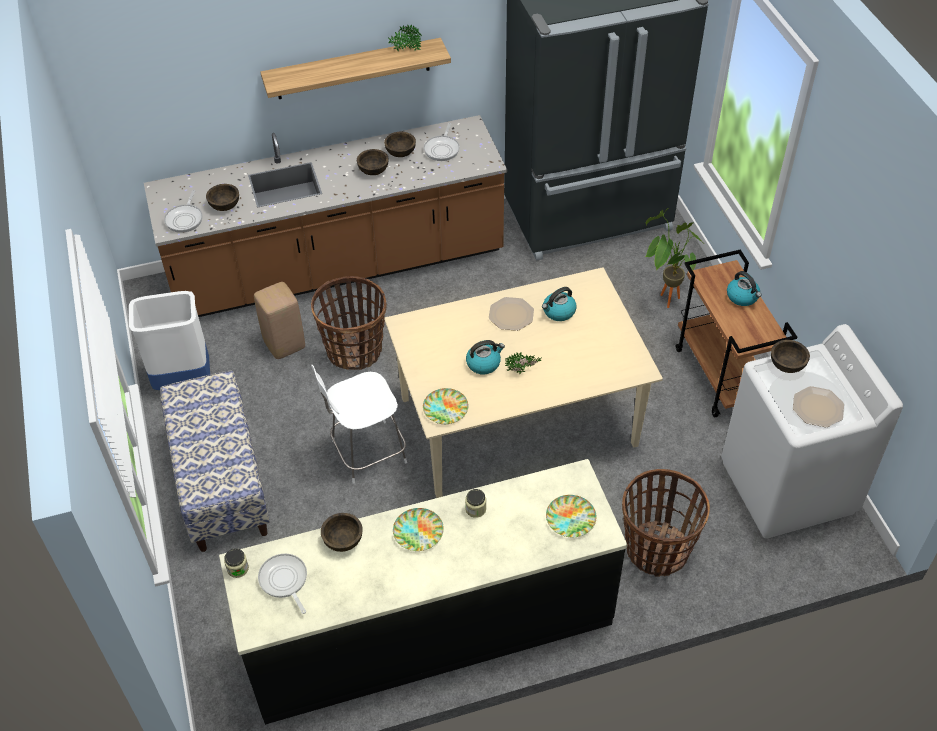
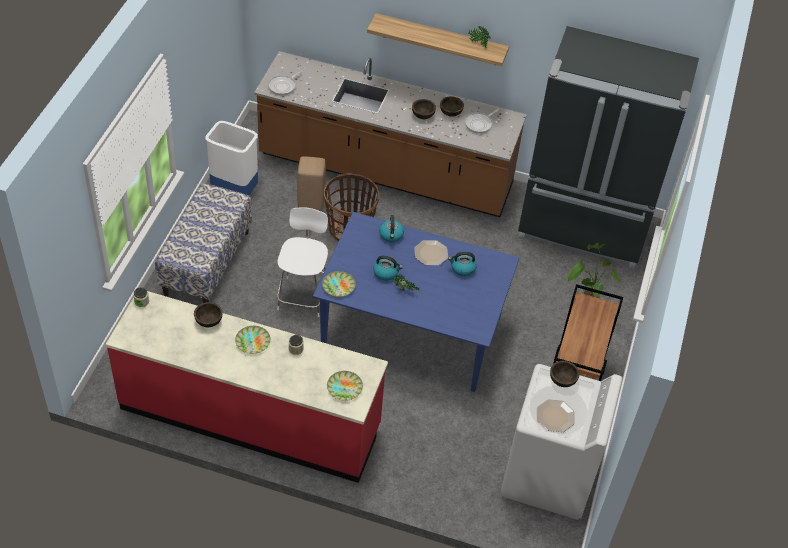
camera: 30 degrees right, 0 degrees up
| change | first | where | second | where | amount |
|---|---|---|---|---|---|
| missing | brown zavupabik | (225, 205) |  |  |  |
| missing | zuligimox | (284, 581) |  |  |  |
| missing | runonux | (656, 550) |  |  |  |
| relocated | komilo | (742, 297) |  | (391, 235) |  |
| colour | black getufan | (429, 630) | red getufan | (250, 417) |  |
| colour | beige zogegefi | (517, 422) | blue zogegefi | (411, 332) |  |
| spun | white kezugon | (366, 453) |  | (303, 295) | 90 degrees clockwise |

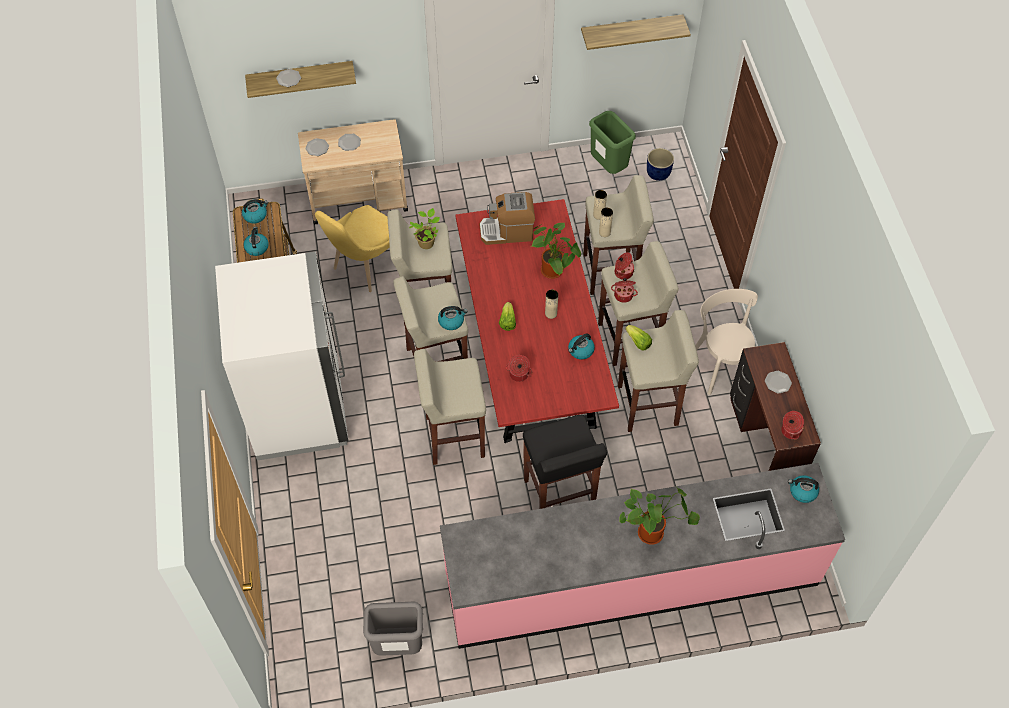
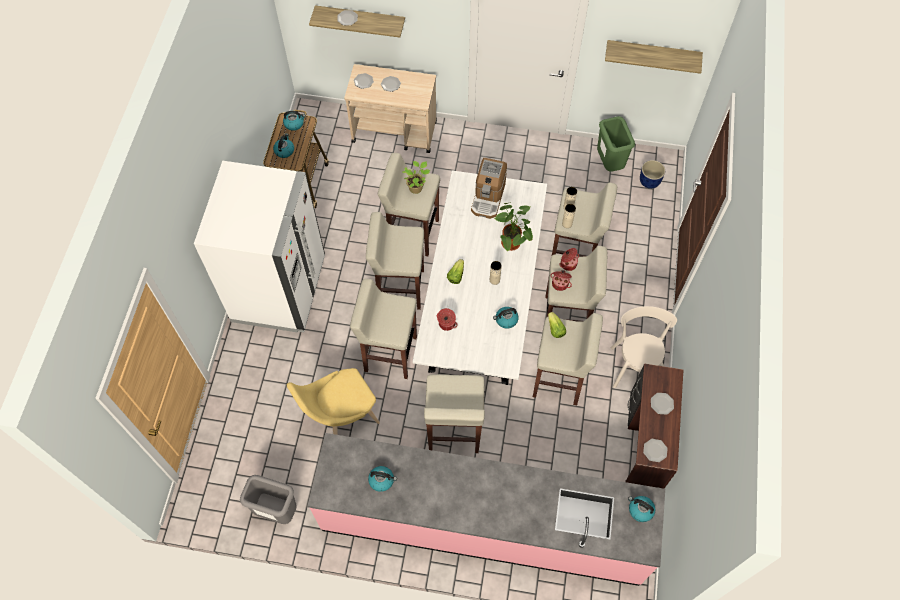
camera: 20 degrees right, 5 degrees up
| change | first | where | second | where | amount |
|---|---|---|---|---|---|
| missing | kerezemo | (653, 532) |  |  |  |
| relocated | yellow kezugon | (365, 267) |  | (341, 418) |  |
| relocated | komilo | (451, 321) |  | (382, 480) |  |
| exchanged | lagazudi | (790, 431) | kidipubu | (654, 451) |  |
| colour | red zogegefi | (532, 352) | white zogegefi | (481, 303) |  |
| colour | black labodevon | (559, 495) | beige labodevon | (454, 431) |  |
| spun | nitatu | (507, 231) |  | (488, 197) | 90 degrees counterclockwise |

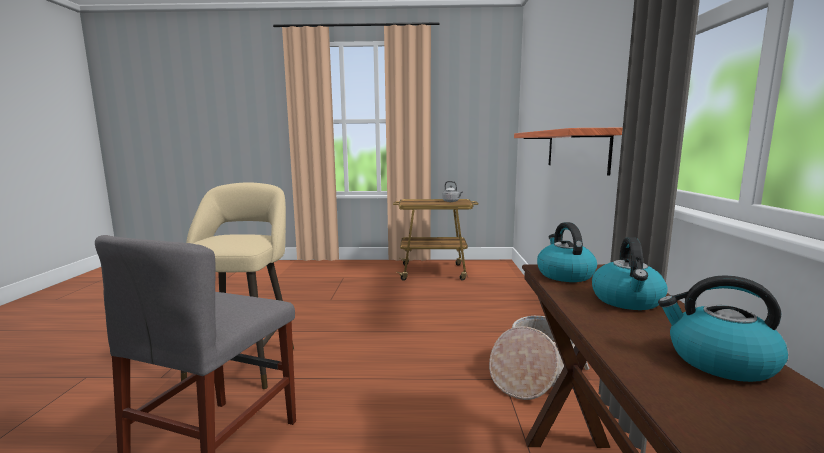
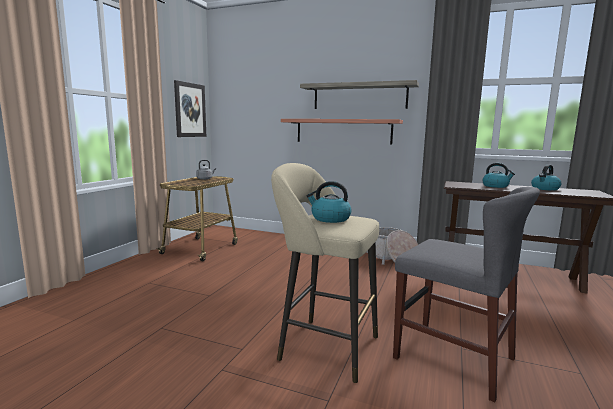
camera: 70 degrees left, 0 degrees up
| change | first | where | second | where | amount |
|---|---|---|---|---|---|
| appeared |  |  | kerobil | (190, 110) |  |
| appeared |  |  | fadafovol | (359, 96) |  |
| relocated | komilo | (564, 274) |  | (330, 219) |  |

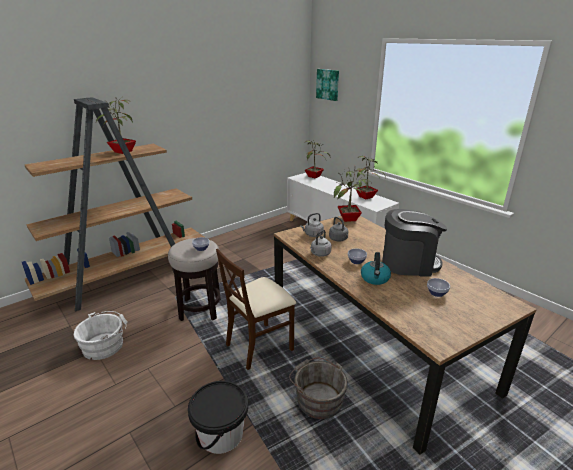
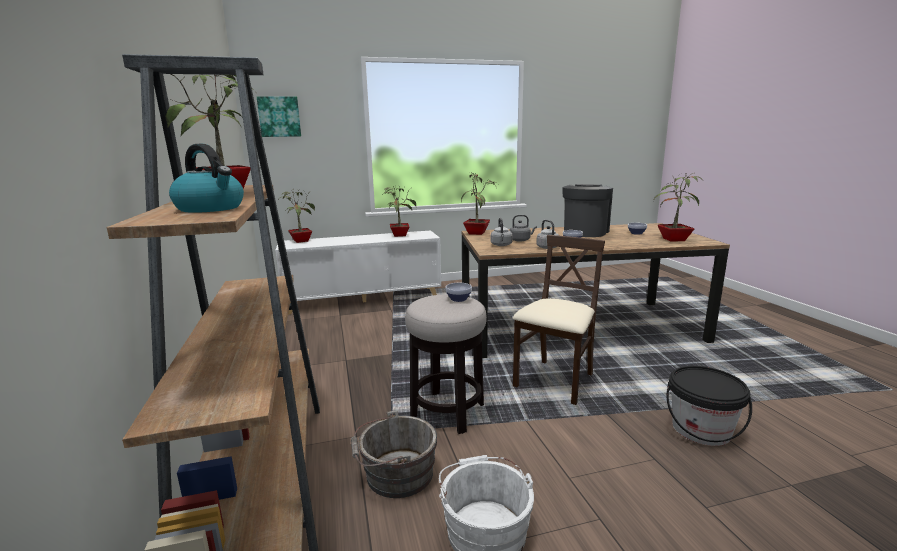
camera: 65 degrees left, 10 degrees down
| change | first | where | second | where | amount |
|---|---|---|---|---|---|
| appeared |  |  | kerezemo | (672, 240) |  |
| relocated | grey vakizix | (317, 399) |  | (395, 475) |  |
| relocated | komilo | (375, 279) |  | (211, 208) |  |
| spun | beige kezugon | (259, 346) |  | (555, 382) | 135 degrees counterclockwise |

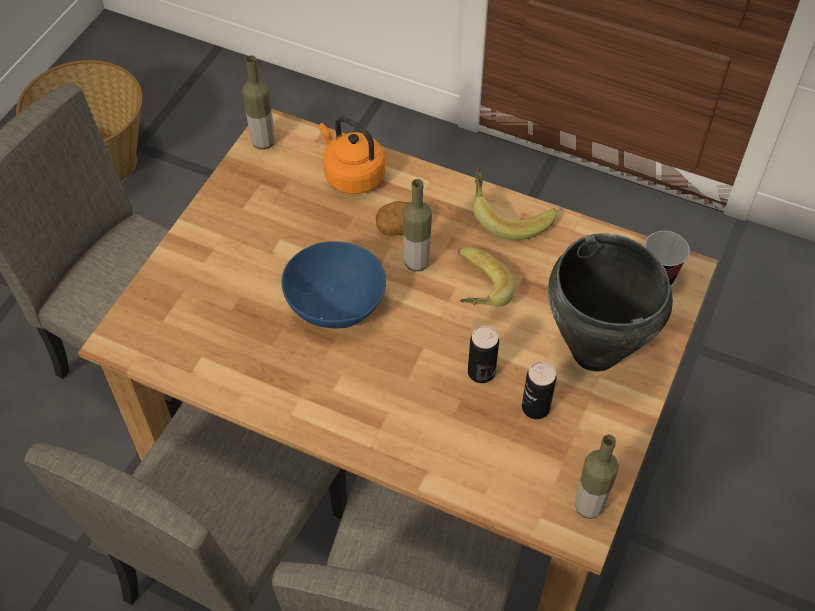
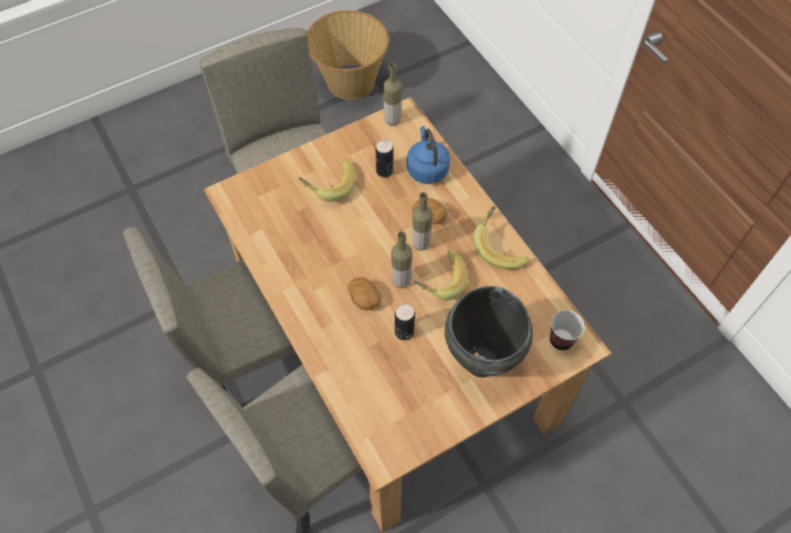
camera: 35 degrees right, 5 degrees up
| change | first | where | second | where | amount |
|---|---|---|---|---|---|
| missing | blue zavupabik | (335, 303) |  |  |  |
| appeared |  |  | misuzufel | (328, 186) |  |
| appeared |  |  | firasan | (364, 298) |  |
| relocated | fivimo | (535, 407) |  | (384, 171) |  |
| relocated | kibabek | (588, 506) |  | (401, 280) |  |
| colour | orange komilo | (352, 175) | blue komilo | (427, 168) |  |

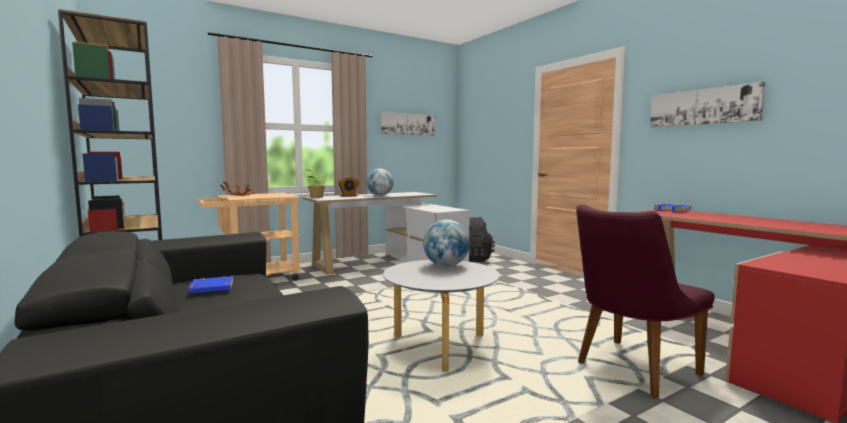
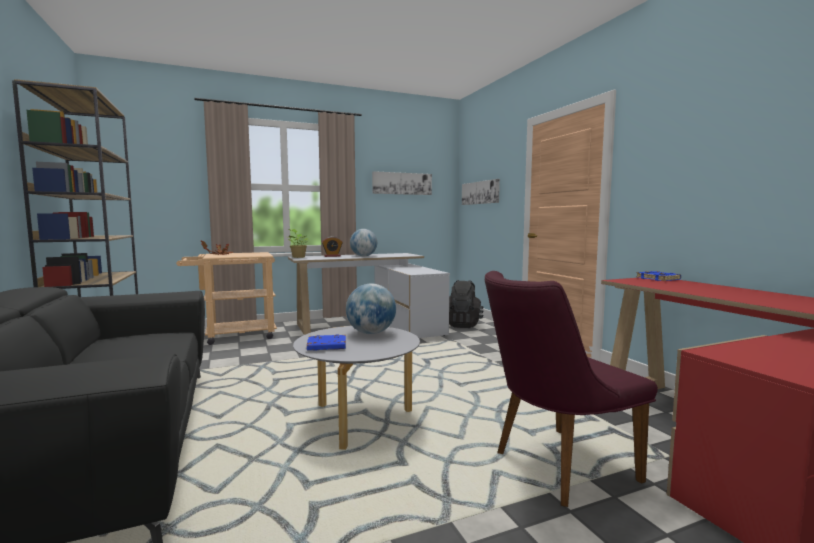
camera: 10 degrees right, 0 degrees up
| change | first | where | second | where | amount |
|---|---|---|---|---|---|
| relocated | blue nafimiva | (211, 289) |  | (326, 346) |  |
| relocated | kerobil | (703, 107) |  | (480, 192) |  |

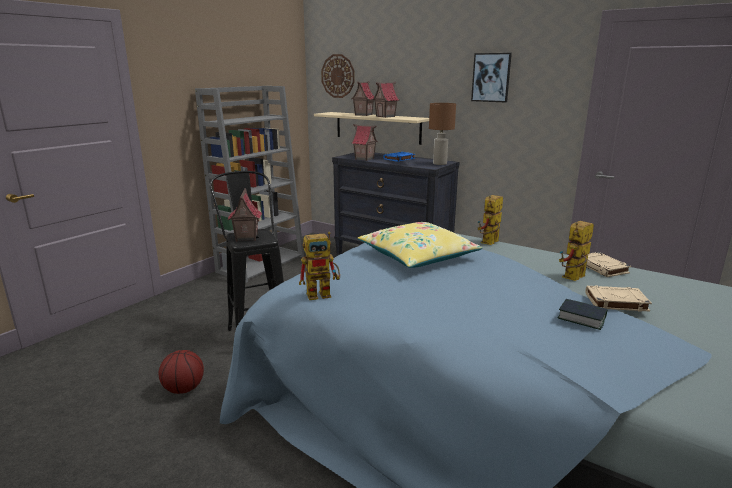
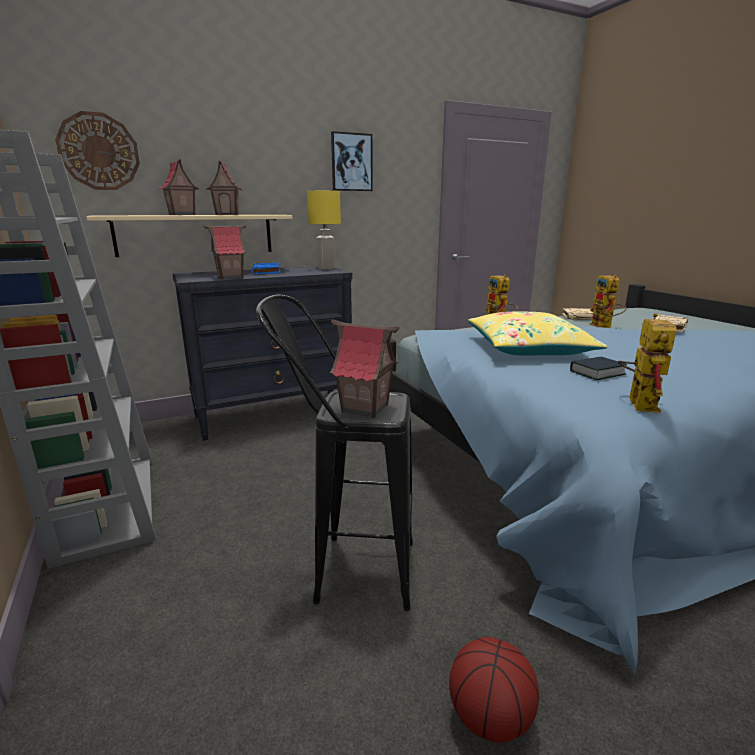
camera: 60 degrees left, 0 degrees up
| change | first | where | second | where | amount |
|---|---|---|---|---|---|
| relocated | nafimiva | (581, 318) |  | (597, 373) |  |
| colour | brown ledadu | (439, 164) | yellow ledadu | (326, 268) |  |

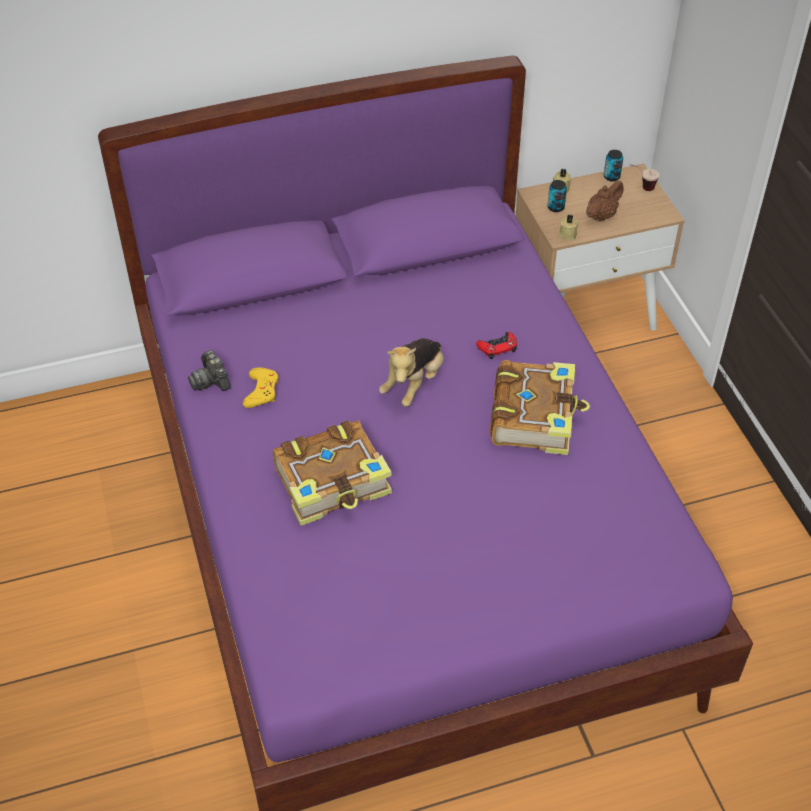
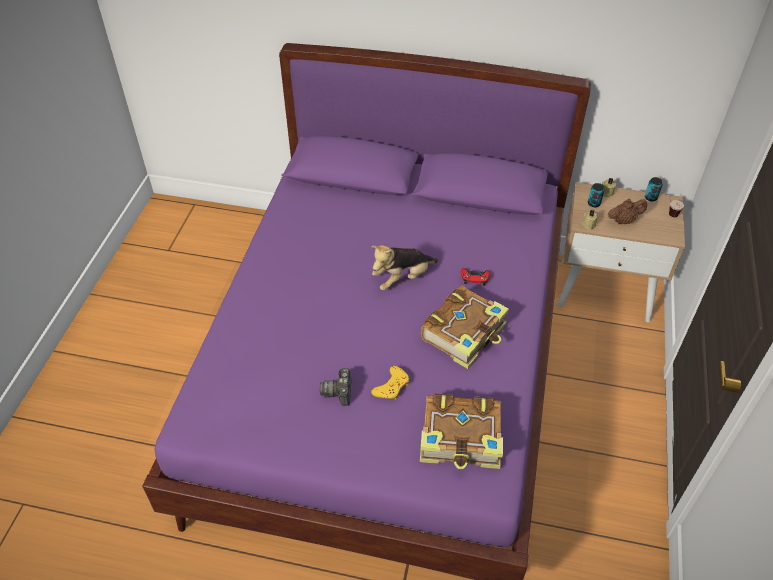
camera: 30 degrees right, 0 degrees up
| change | first | where | second | where | amount |
|---|---|---|---|---|---|
| relocated | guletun | (211, 380) |  | (339, 392) |  |
| relocated | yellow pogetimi | (261, 391) |  | (392, 386) |  |
| relocated | nafimiva | (333, 483) |  | (461, 439) |  |

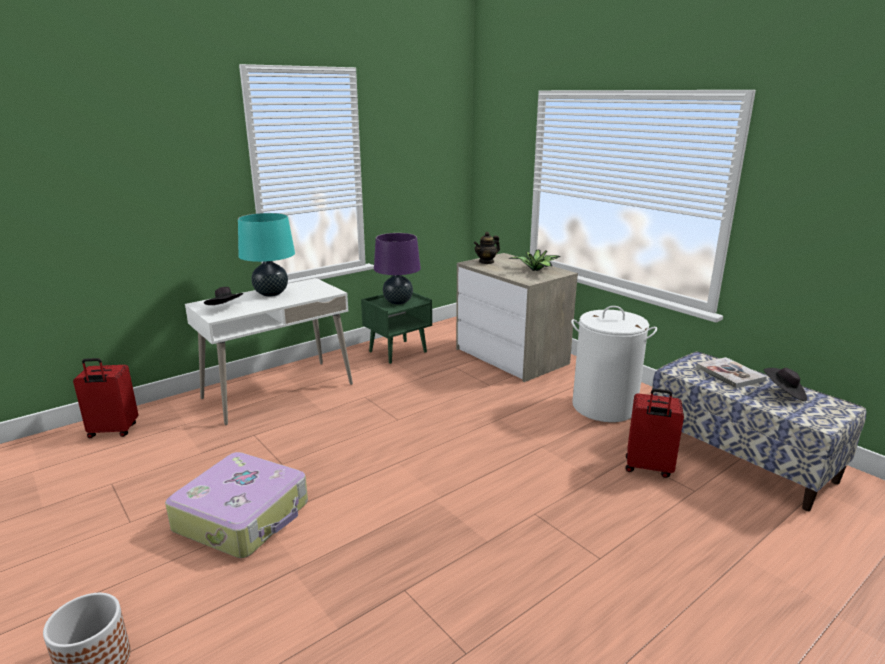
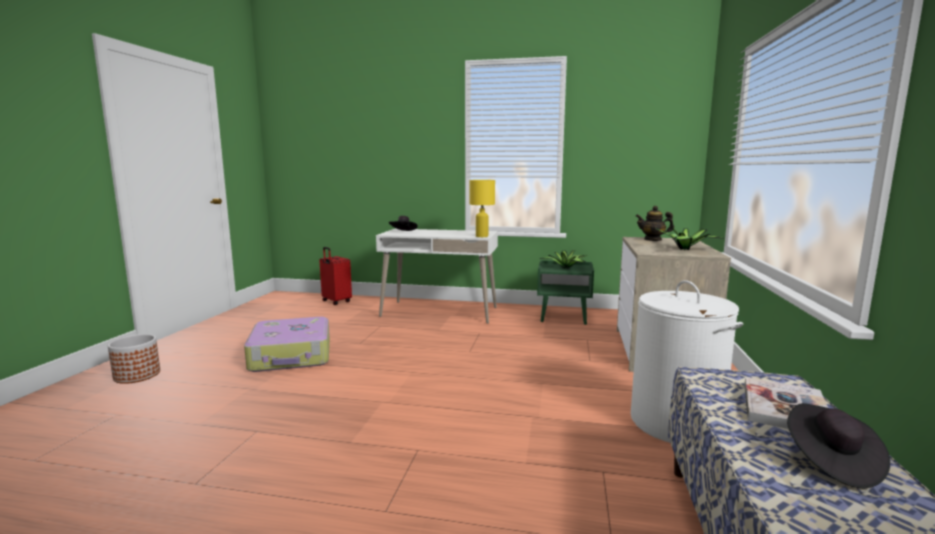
camera: 50 degrees right, 10 degrees down
| change | first | where | second | where | amount |
|---|---|---|---|---|---|
| missing | turquoise ledadu | (271, 293) |  |  |  |
| missing | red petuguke | (648, 468) |  |  |  |
| appeared |  |  | yellow ledadu | (481, 236) |  |
| exchanged | purple ledadu | (398, 302) | kerezemo | (566, 268) |  |

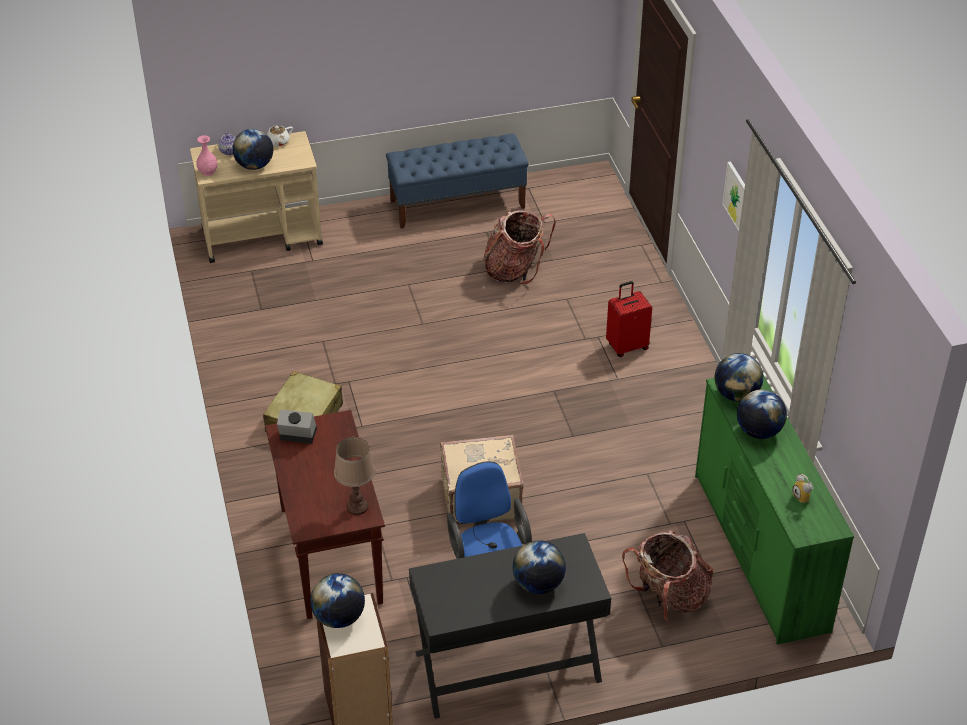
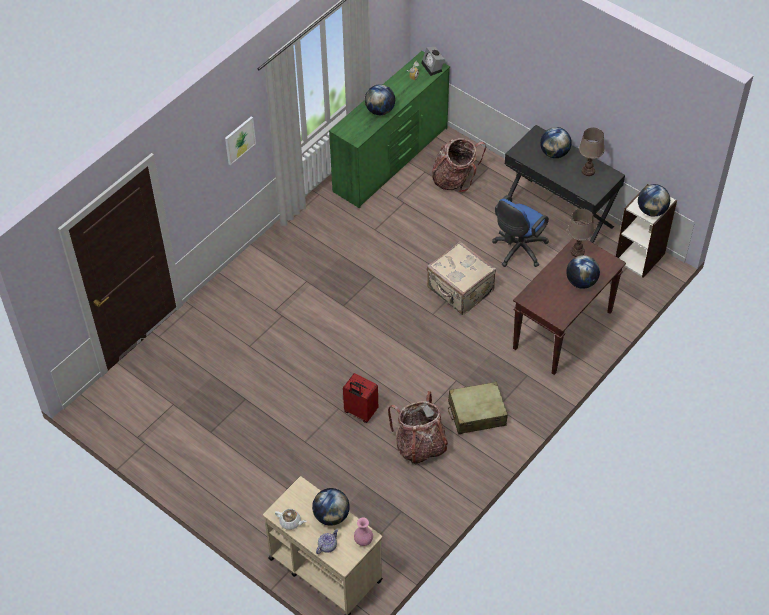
camera: 125 degrees left, 10 degrees up
| change | first | where | second | where | amount |
|---|---|---|---|---|---|
| missing | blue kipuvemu | (458, 204) |  |  |  |
| appeared |  |  | brown ledadu | (588, 171) |  |
| relocated | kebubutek | (296, 435) |  | (433, 67) |  |
| relocated | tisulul | (515, 269) |  | (420, 445) |  |
| relocated | red petuguke | (627, 346) |  | (360, 412) |  |
| relocated | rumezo | (736, 394) |  | (581, 282) |  |

